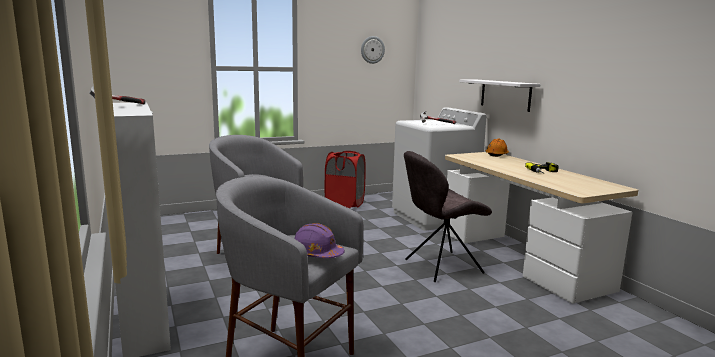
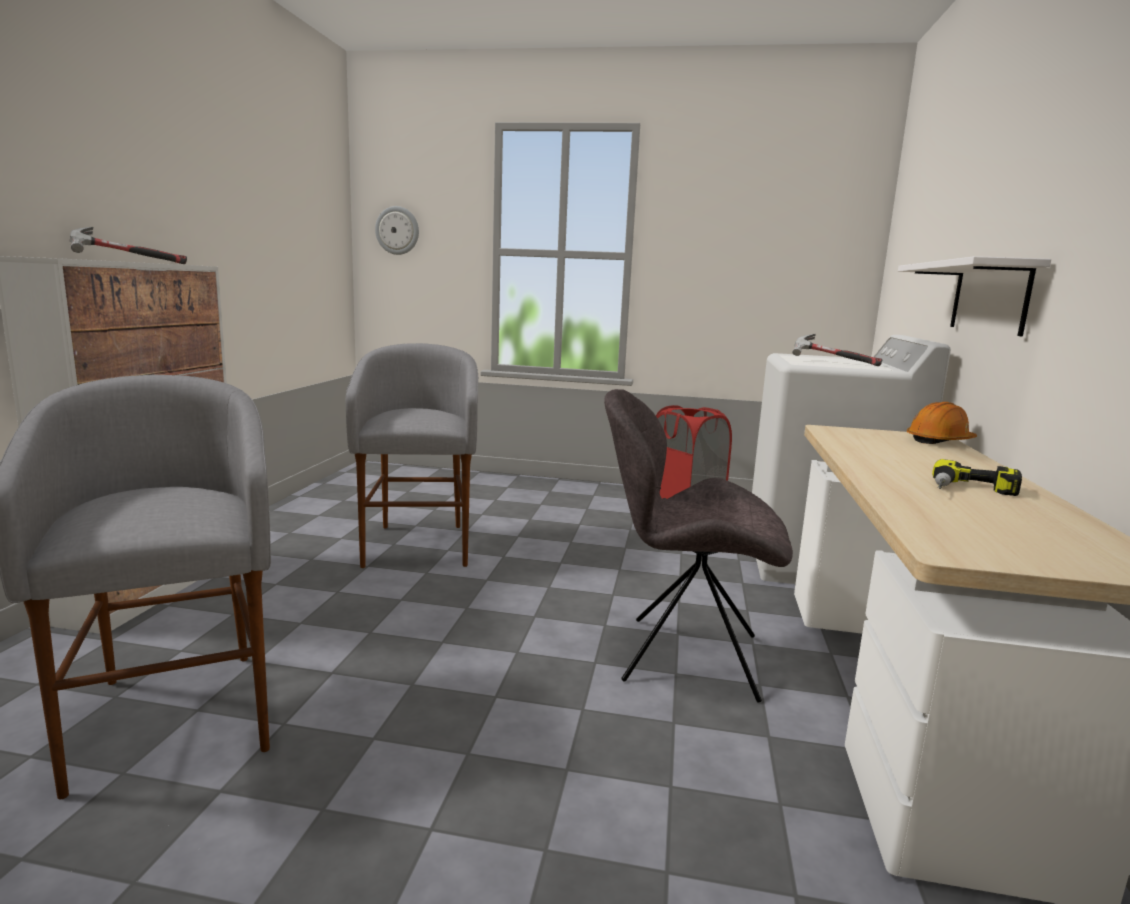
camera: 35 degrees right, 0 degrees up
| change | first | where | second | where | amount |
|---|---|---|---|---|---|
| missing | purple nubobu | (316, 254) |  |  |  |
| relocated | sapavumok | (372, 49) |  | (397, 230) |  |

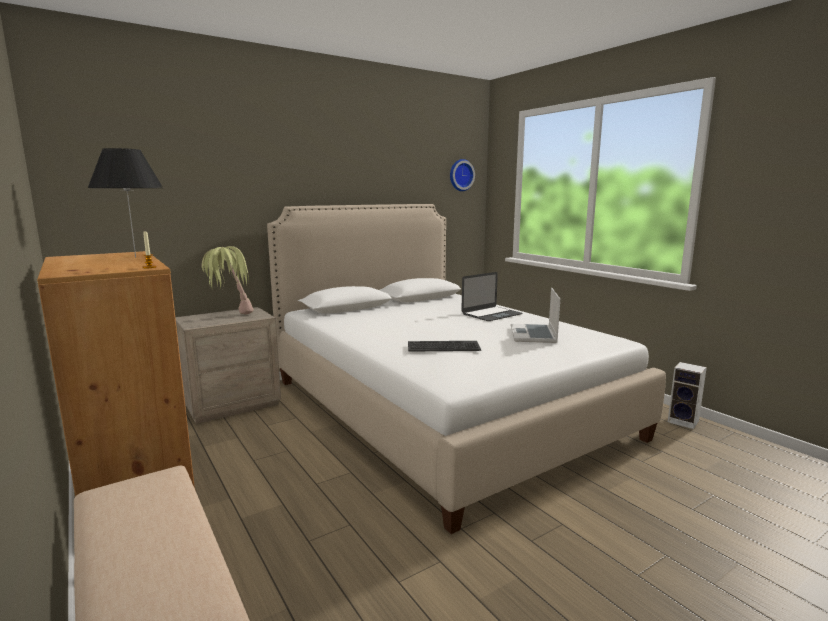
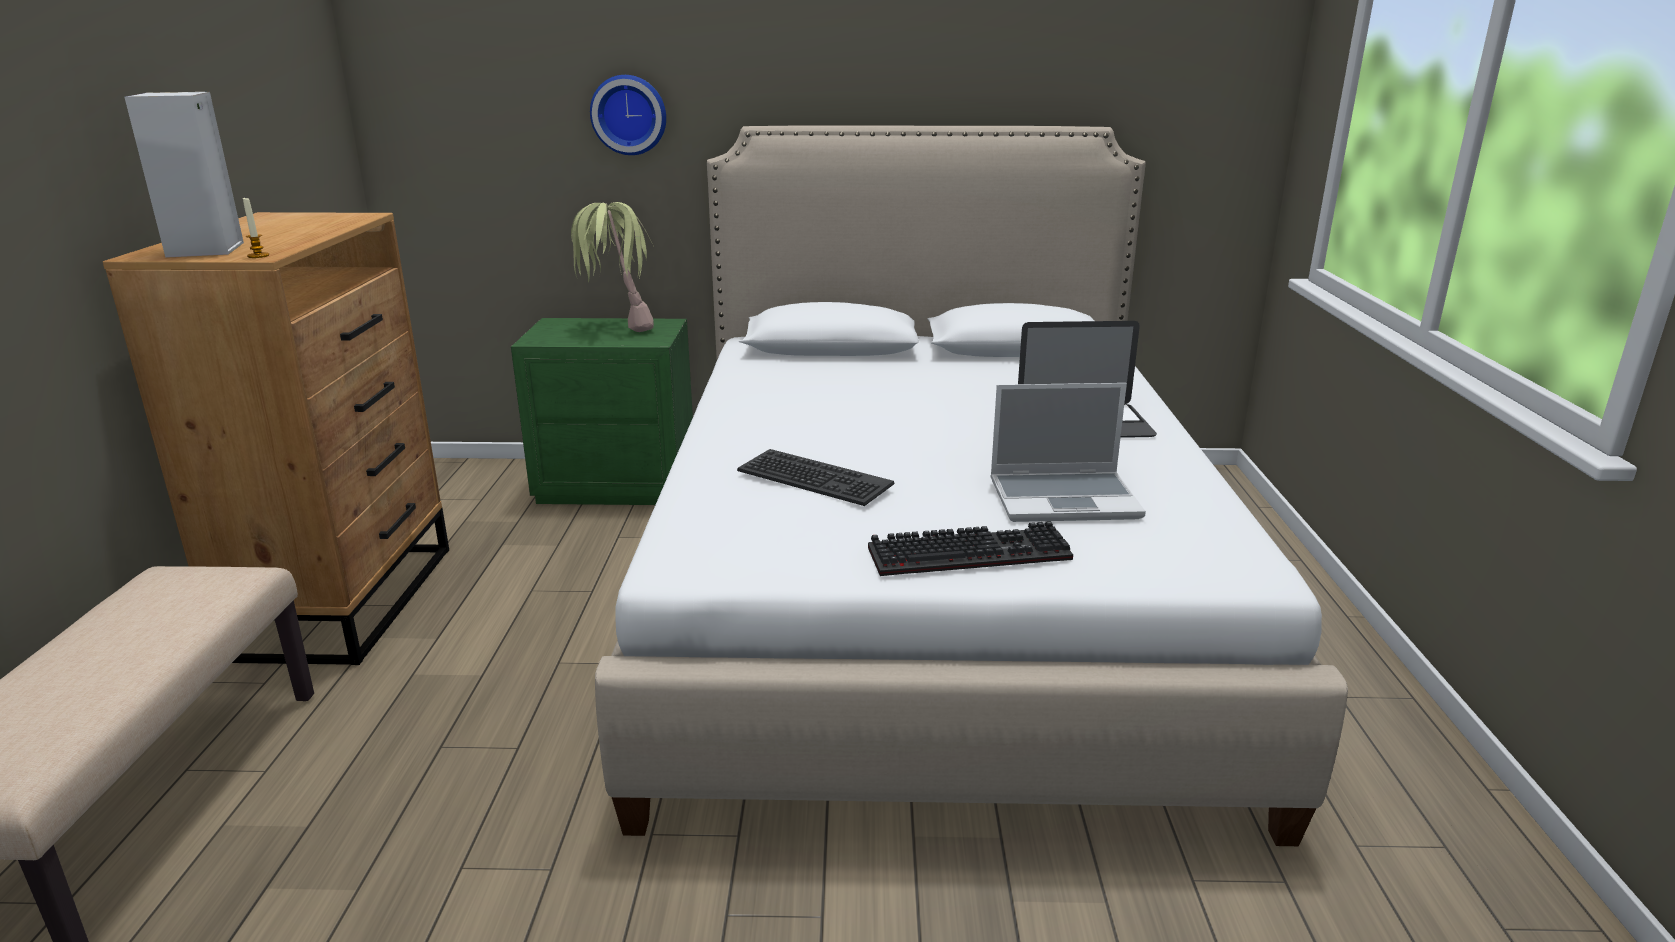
camera: 35 degrees right, 10 degrees up
| change | first | where | second | where | amount |
|---|---|---|---|---|---|
| missing | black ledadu | (135, 257) |  |  |  |
| appeared |  |  | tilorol | (971, 552) |  |
| relocated | sapavumok | (460, 175) |  | (629, 114) |  |
| relocated | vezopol | (684, 422) |  | (206, 250) |  |
| colour | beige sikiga | (232, 404) | green sikiga | (617, 484) |  |
| spun | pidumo | (534, 335) |  | (1065, 498) | 135 degrees counterclockwise |

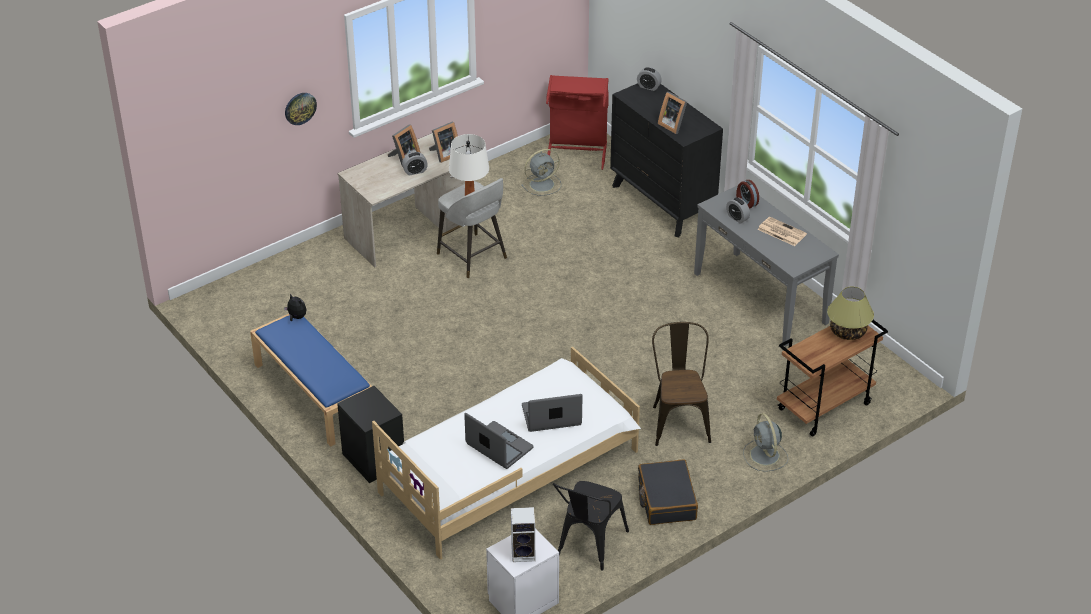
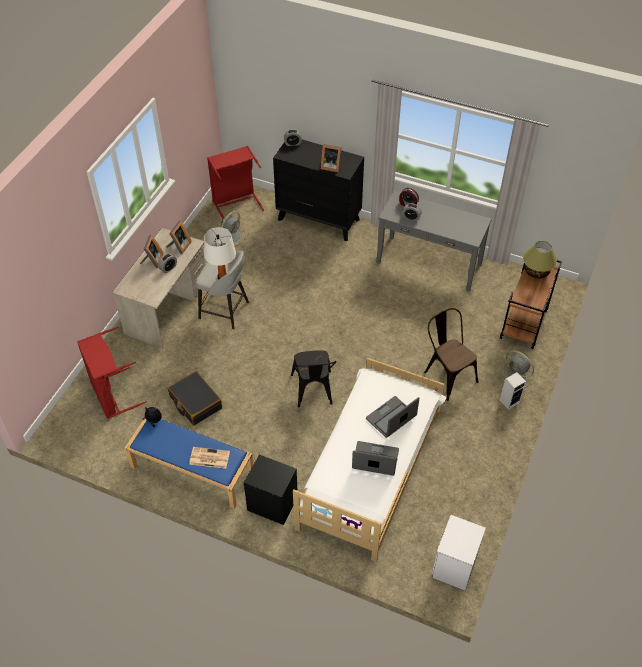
camera: 30 degrees left, 10 degrees up
| change | first | where | second | where | amount |
|---|---|---|---|---|---|
| missing | sapavumok | (300, 108) |  |  |  |
| appeared |  |  | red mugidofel | (112, 395) |  |
| relocated | vezopol | (524, 553) |  | (510, 401) |  |
| relocated | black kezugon | (588, 546) |  | (313, 392) |  |
| relocated | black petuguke | (666, 500) |  | (195, 403) |  |
| relocated | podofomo | (781, 232) |  | (209, 458) |  |

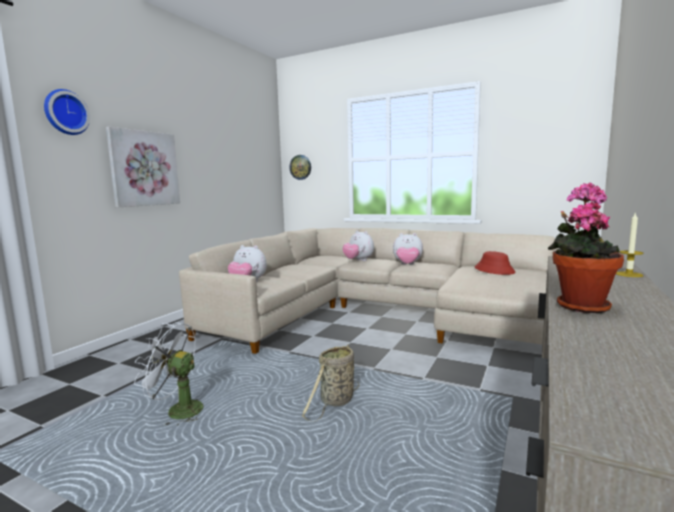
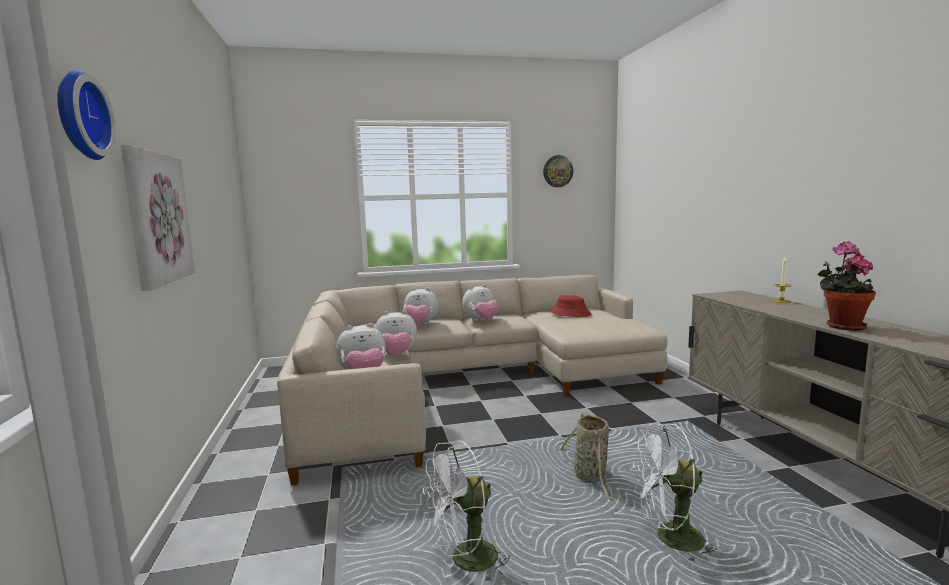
camera: 40 degrees left, 0 degrees up
| change | first | where | second | where | amount |
|---|---|---|---|---|---|
| appeared |  |  | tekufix | (396, 356) |  |
| appeared |  |  | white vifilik | (670, 540) |  |
| relocated | sapavumok | (300, 167) |  | (557, 171) |  |

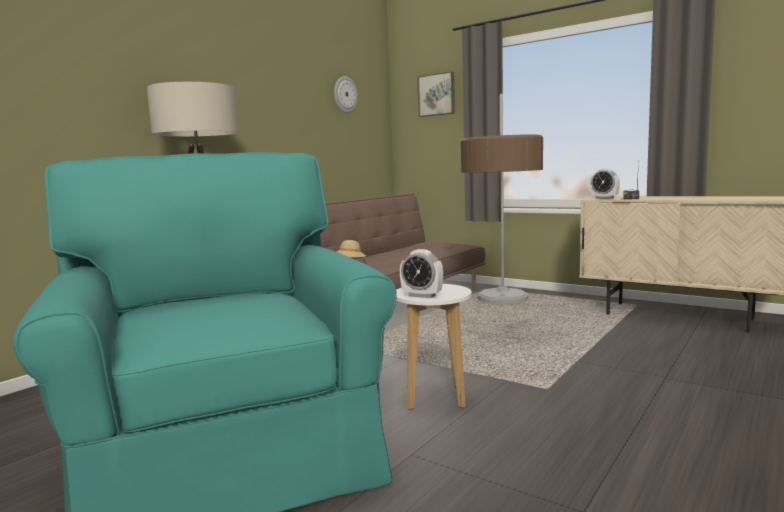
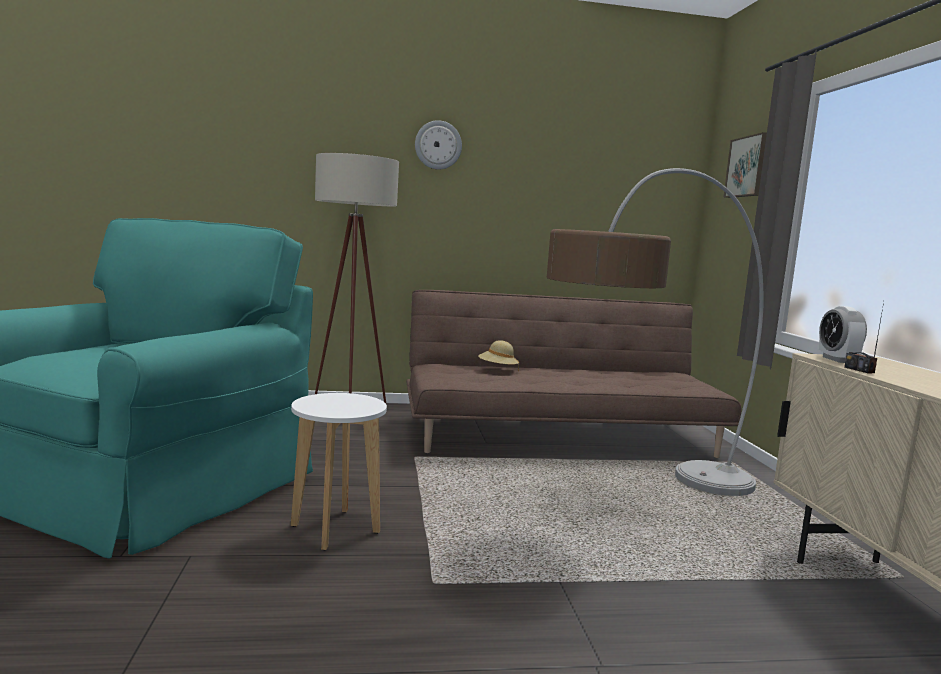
camera: 45 degrees right, 0 degrees up
| change | first | where | second | where | amount |
|---|---|---|---|---|---|
| missing | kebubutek | (422, 295) |  |  |  |
| relocated | sapavumok | (345, 95) |  | (438, 145) |  |

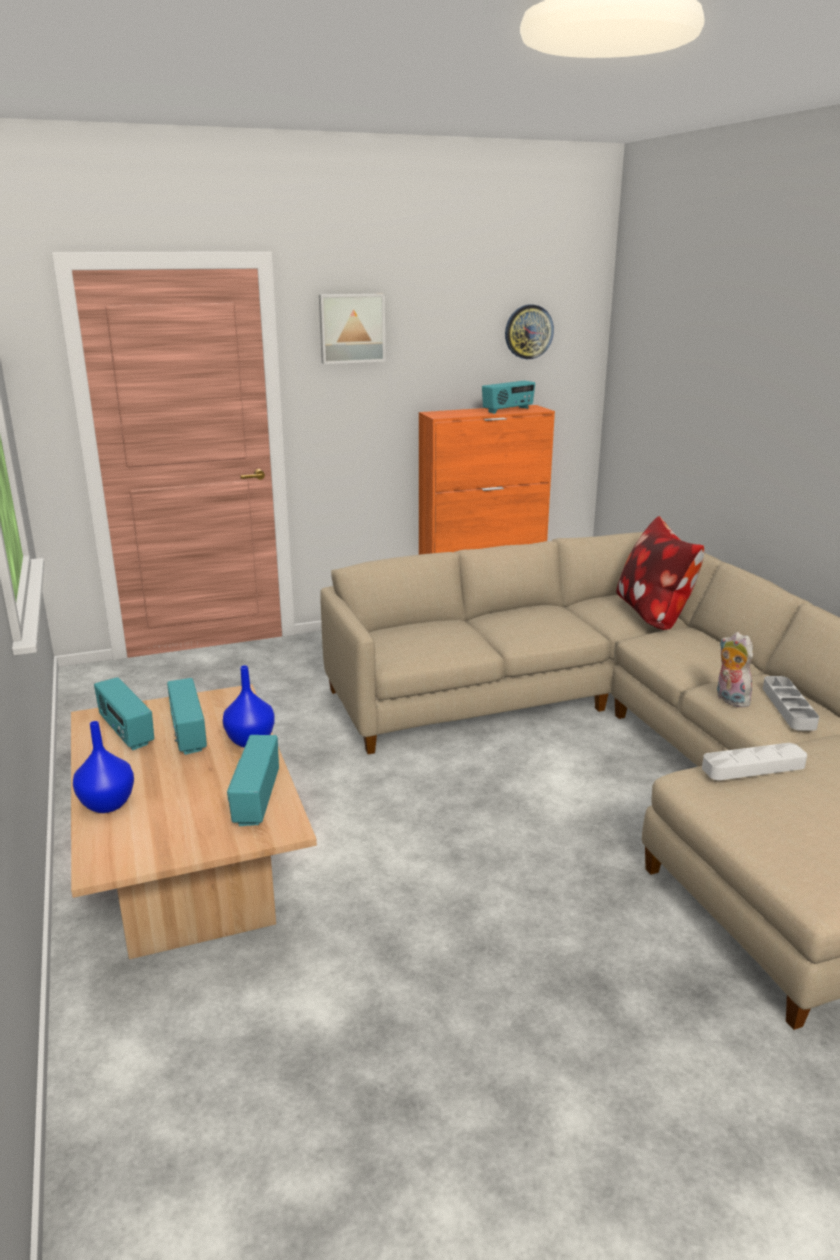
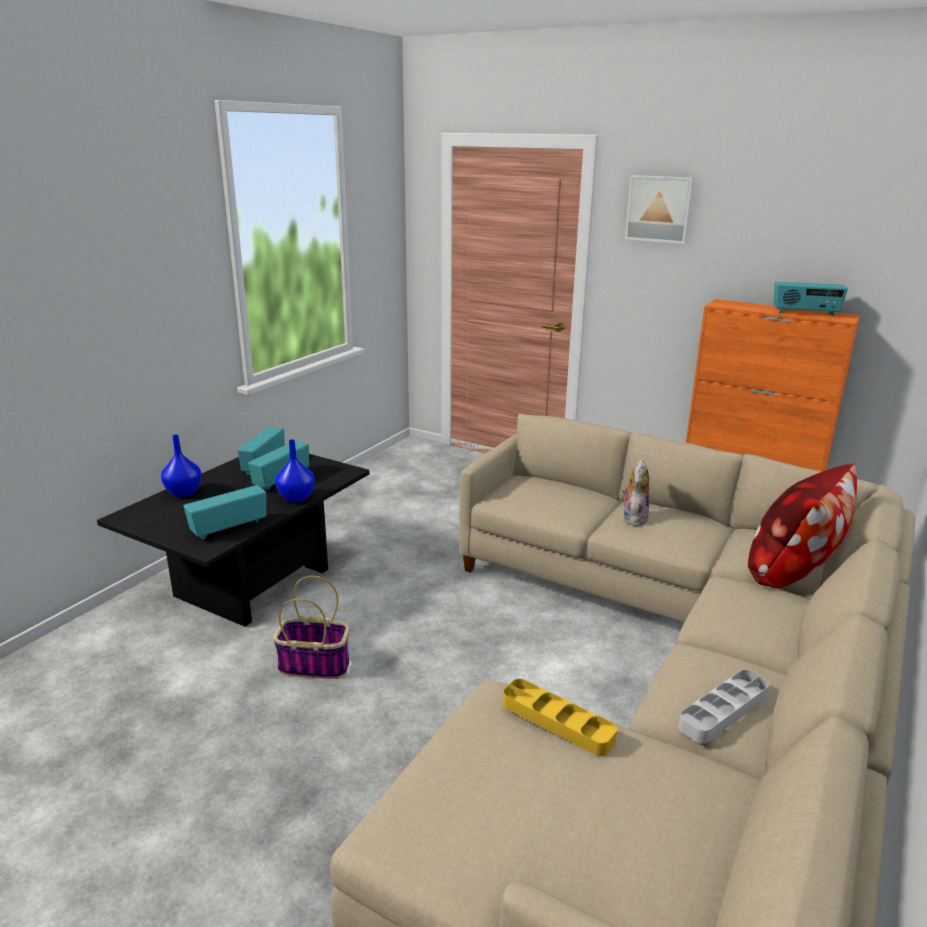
camera: 50 degrees right, 0 degrees up
| change | first | where | second | where | amount |
|---|---|---|---|---|---|
| missing | sapavumok | (528, 332) |  |  |  |
| appeared |  |  | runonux | (315, 665) |  |
| relocated | tekufix | (729, 699) |  | (633, 518) |  |
| colour | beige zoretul | (193, 886) | black zoretul | (253, 582) |  |
| colour | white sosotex | (753, 767) | yellow sosotex | (557, 721) |  |

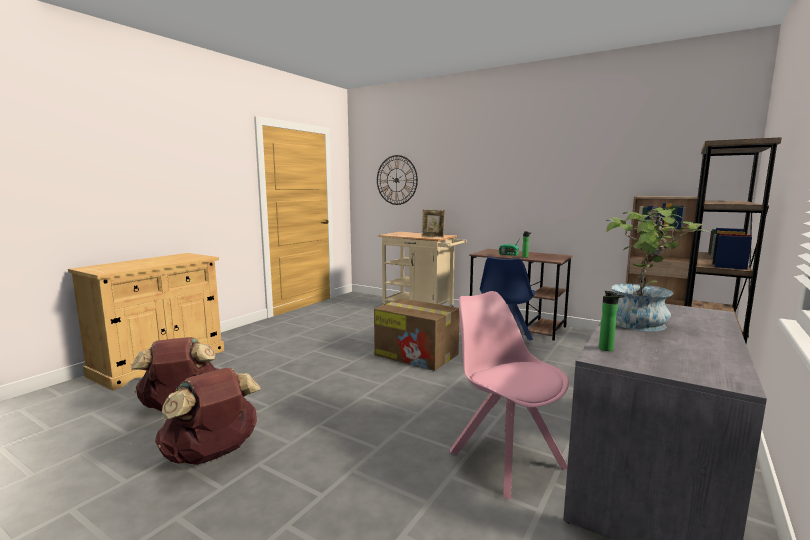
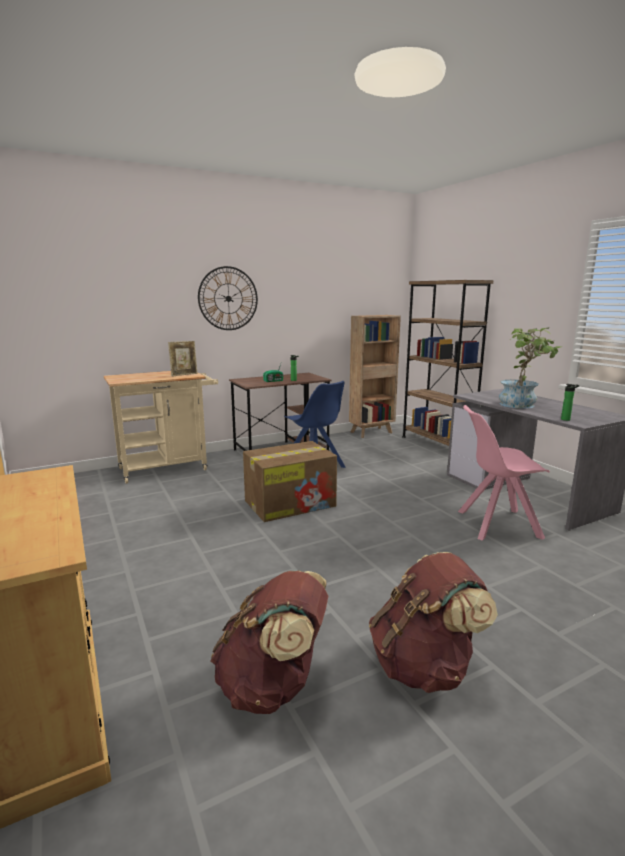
camera: 60 degrees left, 5 degrees up
| change | first | where | second | where | amount |
|---|---|---|---|---|---|
| relocated | sapavumok | (396, 180) |  | (228, 298) |  |

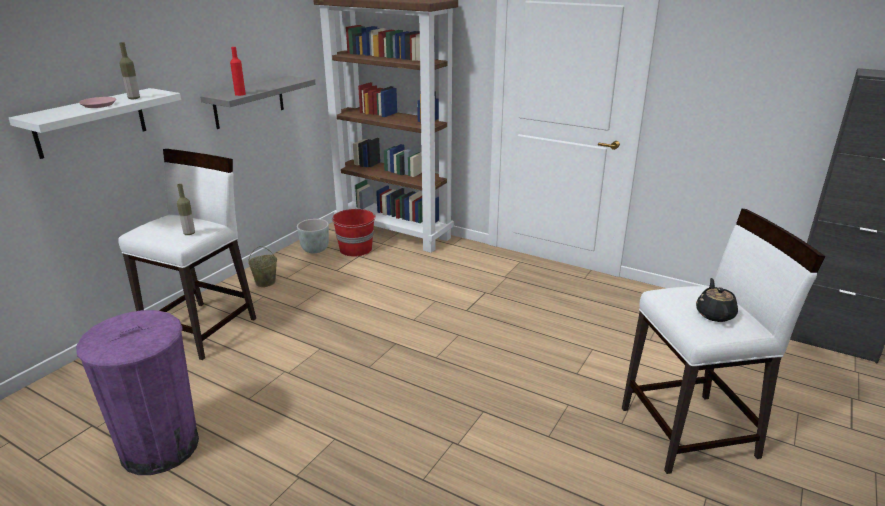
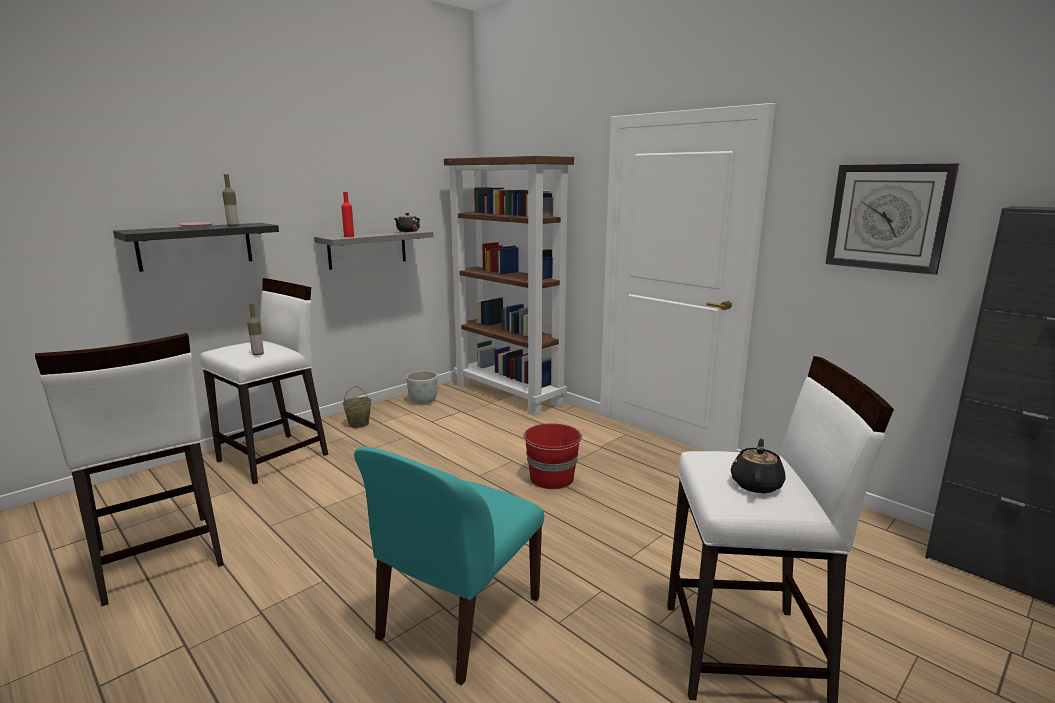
camera: 15 degrees right, 10 degrees down
| change | first | where | second | where | amount |
|---|---|---|---|---|---|
| appeared |  |  | turquoise kezugon | (457, 620) |  |
| appeared |  |  | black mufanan | (407, 231) |  |
| appeared |  |  | sapavumok | (887, 217) |  |
| relocated | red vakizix | (356, 249) |  | (552, 479) |  |
| exchanged | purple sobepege | (160, 447) | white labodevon | (158, 558) |  |
| colour | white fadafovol | (91, 122) | black fadafovol | (195, 246) |  |

